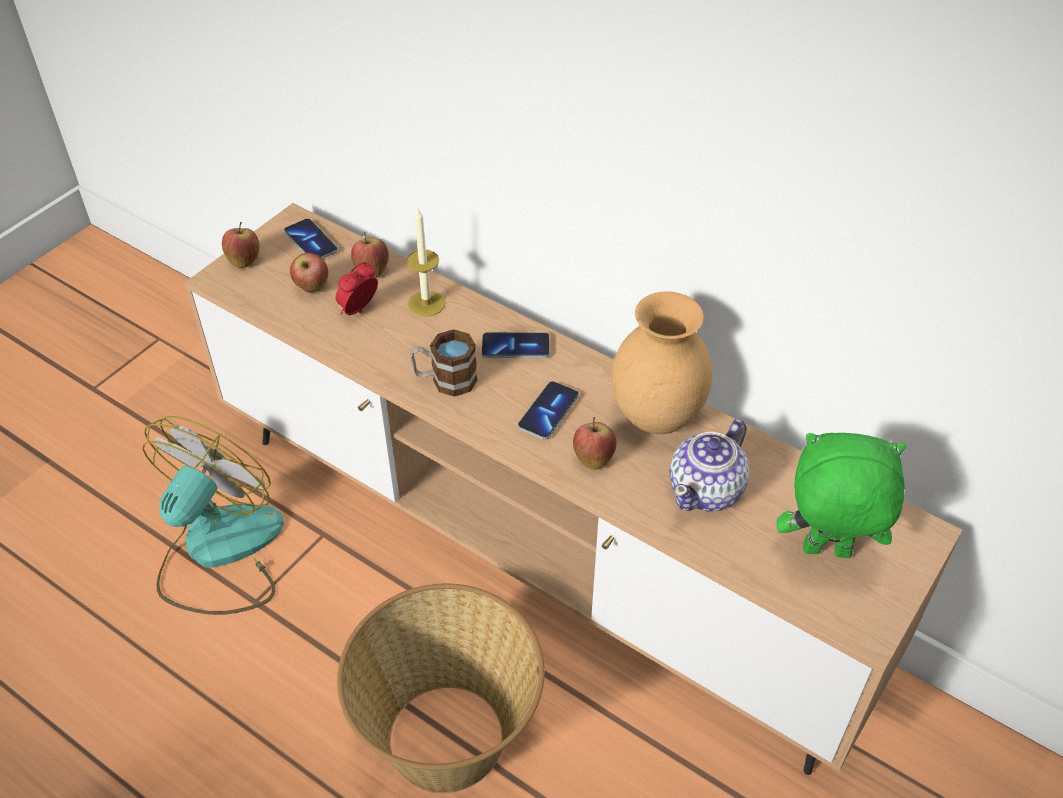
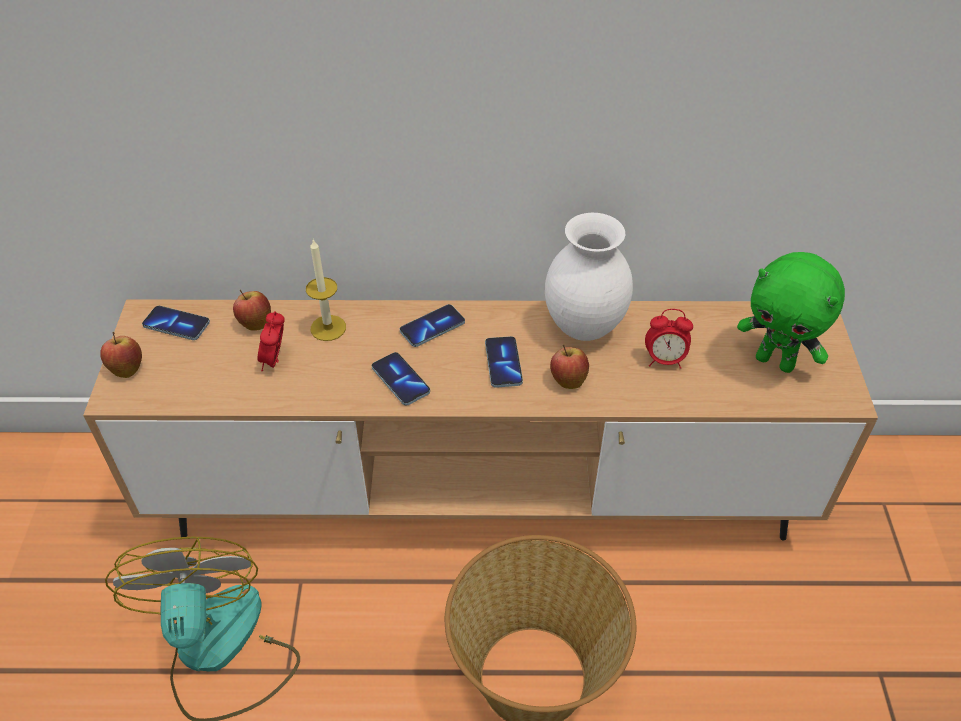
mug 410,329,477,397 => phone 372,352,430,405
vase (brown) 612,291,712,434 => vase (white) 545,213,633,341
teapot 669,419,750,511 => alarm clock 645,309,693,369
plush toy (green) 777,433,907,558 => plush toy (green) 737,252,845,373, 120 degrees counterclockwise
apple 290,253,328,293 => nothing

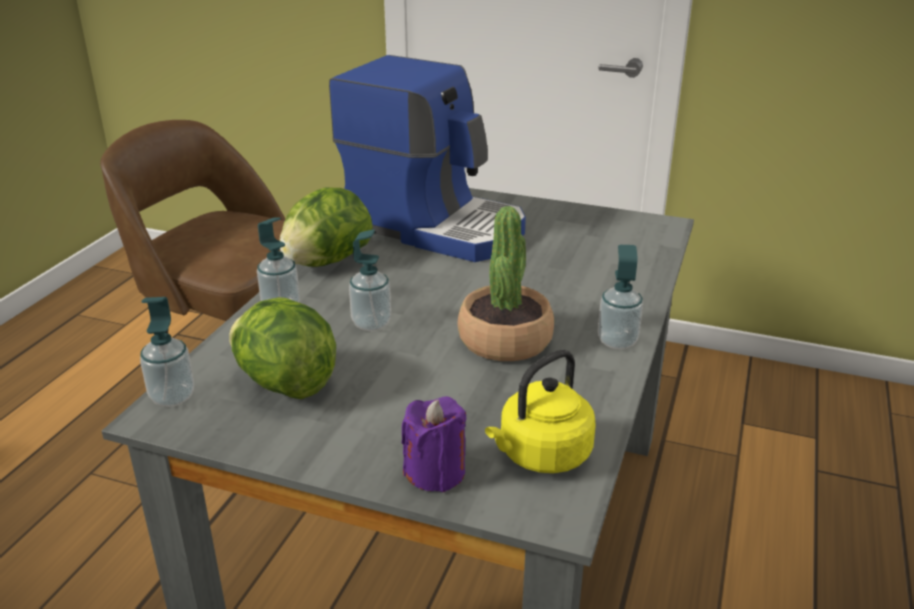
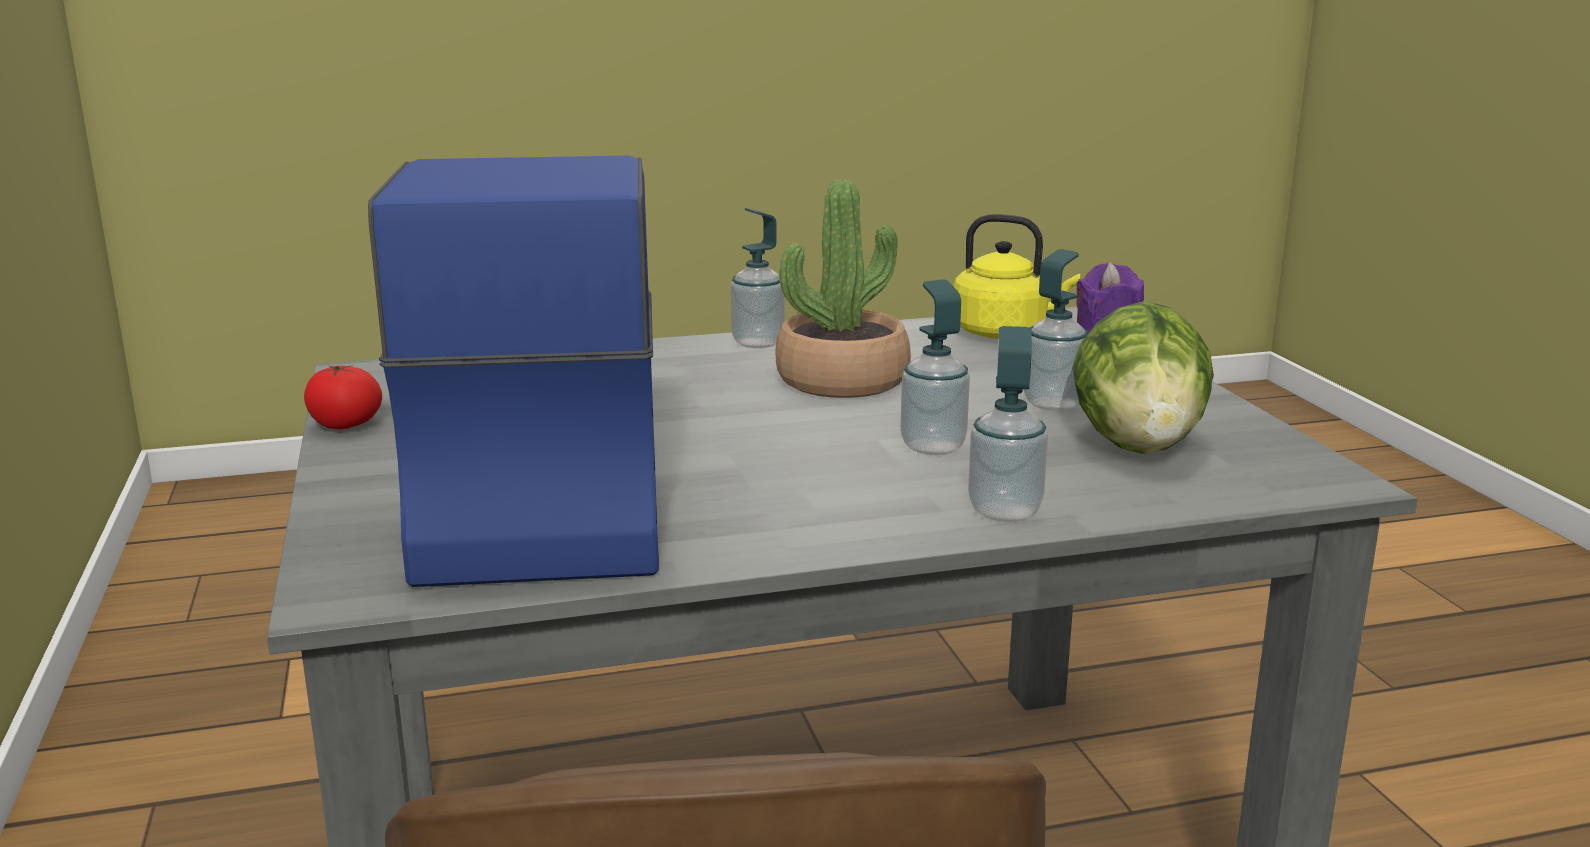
nothing => tomato 304,365,382,429
soap dispenser 140,297,194,407 => soap dispenser 1024,249,1088,411, relocated
lettuce 280,187,373,267 => nothing

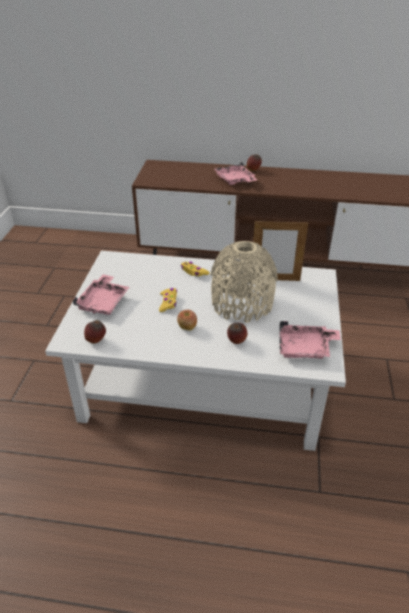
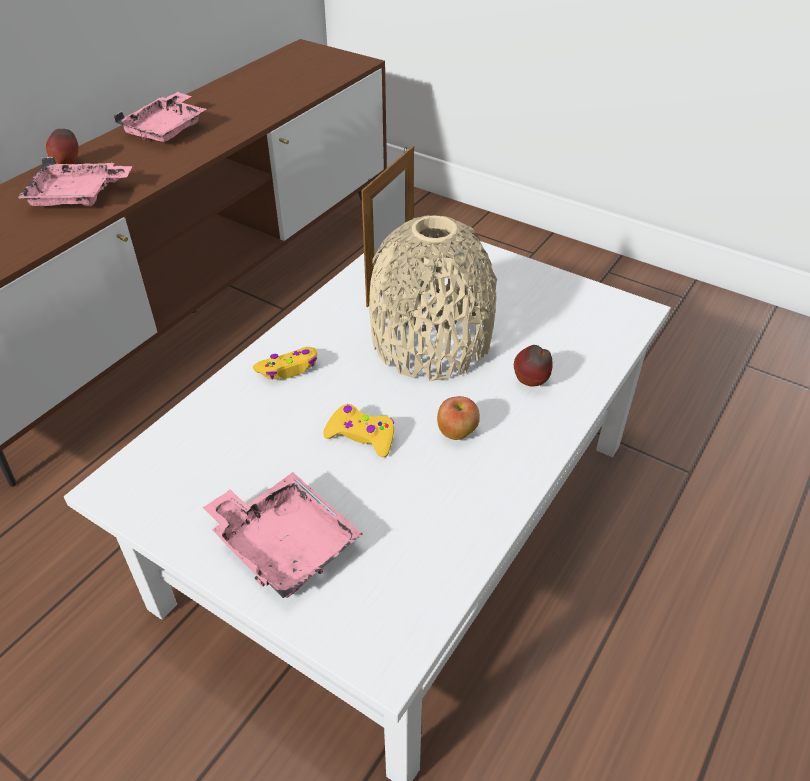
tray (pink) 279,321,341,359 => tray (pink) 114,92,206,142, relocated
apple 84,320,106,343 => nothing

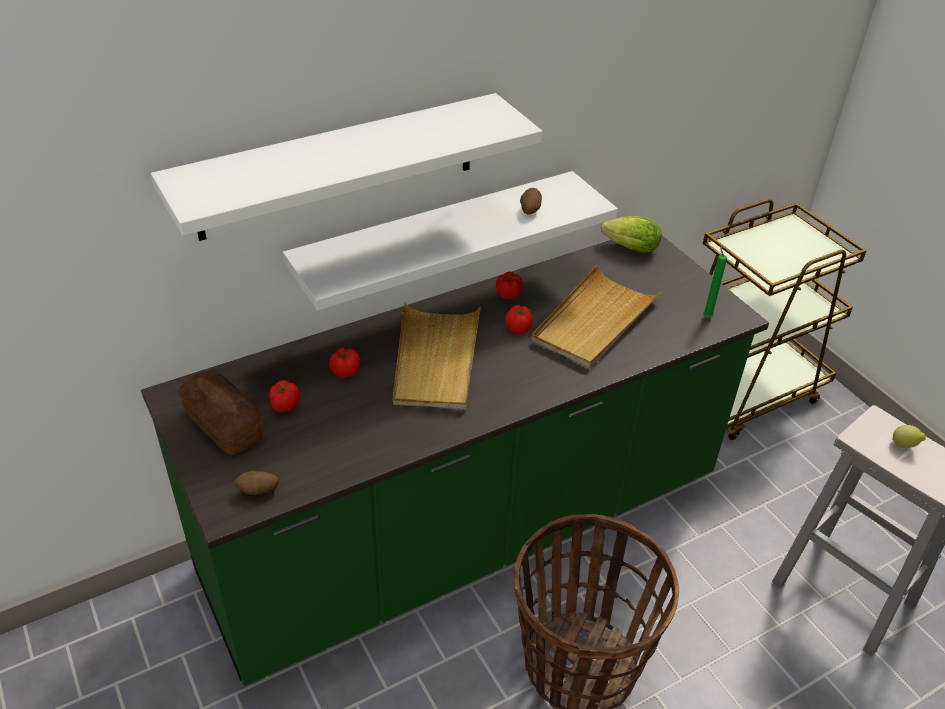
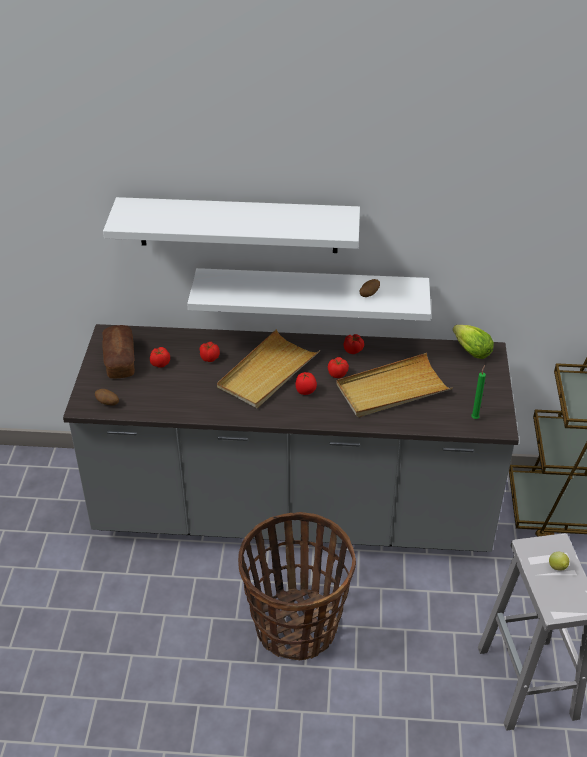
counter (green) 141,235,769,686 => counter (grey) 63,324,519,552
nothing => tomato 295,372,317,395

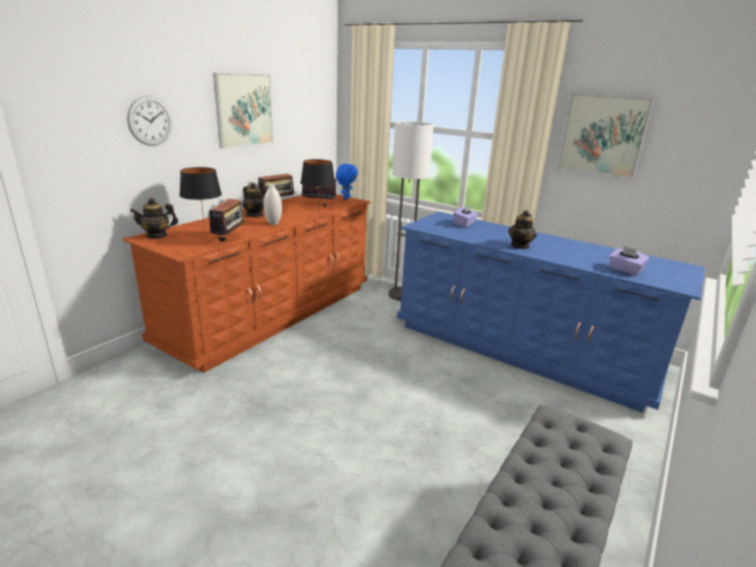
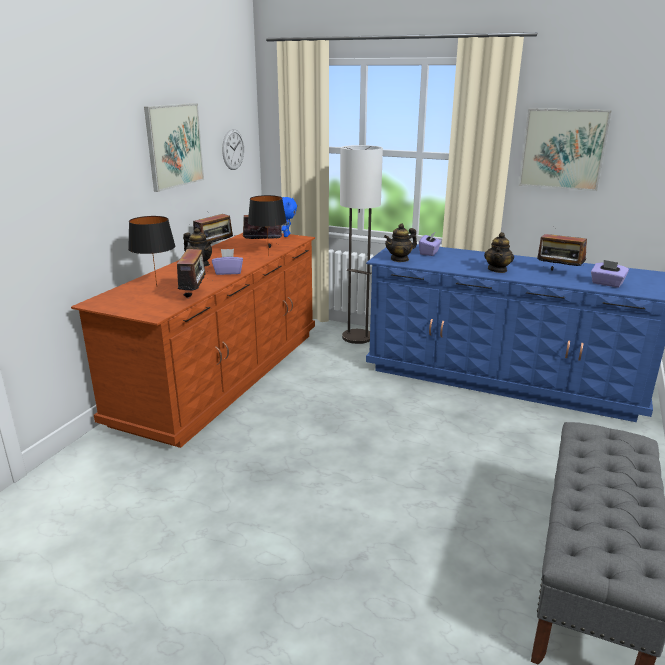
vase (white) 264,184,282,225 => tissue box (purple) 212,249,243,275
wall clock 127,96,172,146 => wall clock 222,129,244,170, relocated
teapot 130,198,178,239 => teapot 384,223,417,262, relocated
nothing => radio 537,234,587,271

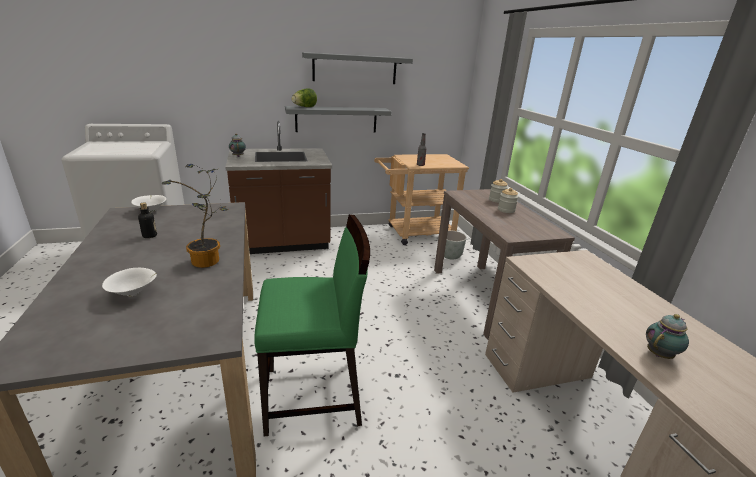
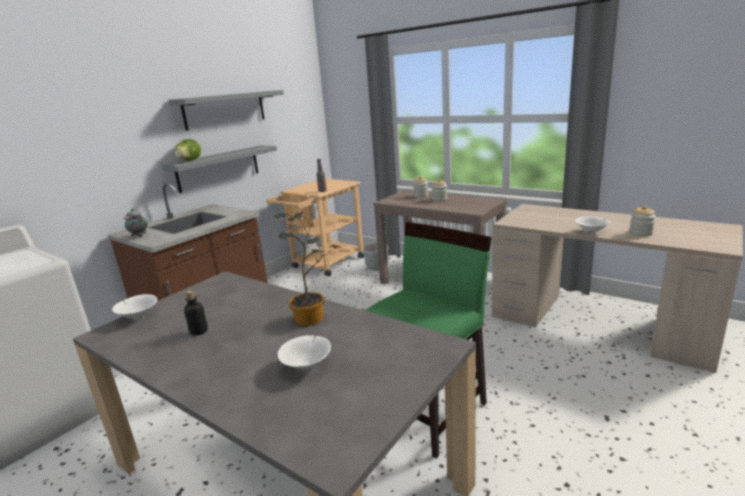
nothing => bowl (white) 575,216,610,234
teapot 646,314,689,359 => jar 629,206,656,236

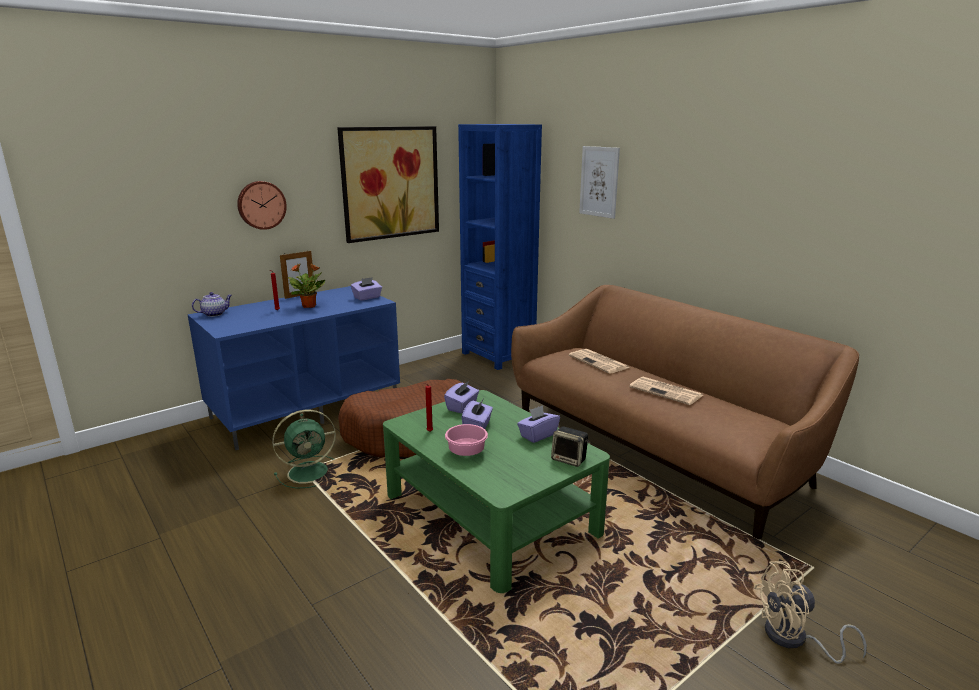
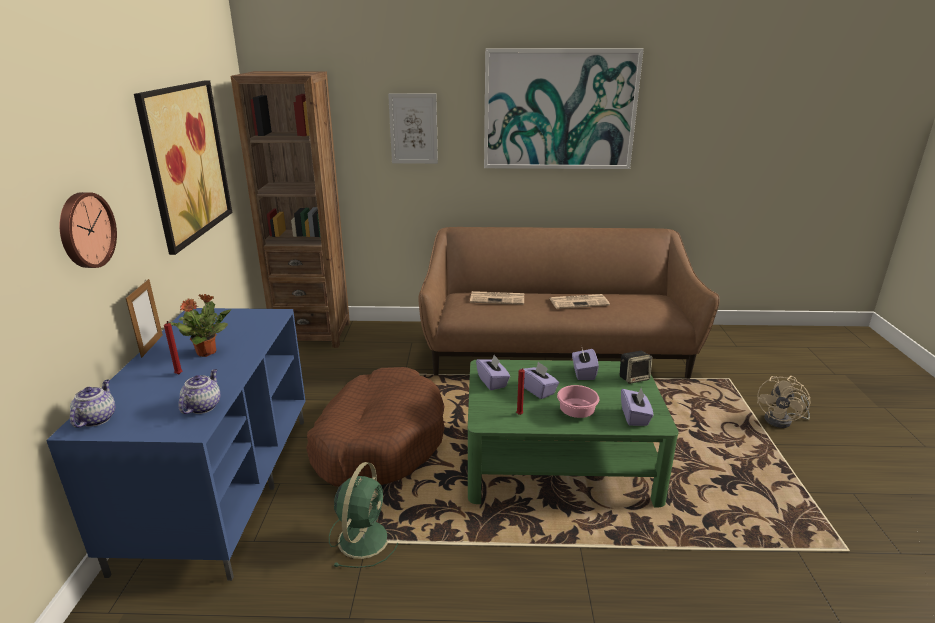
nothing => teapot 178,369,220,414
bookcase (blue) 458,124,542,370 => bookcase (brown) 231,71,350,348
nothing => picture 484,48,644,169
tissue box (purple) 351,277,382,301 => tissue box (purple) 621,387,653,426, relocated

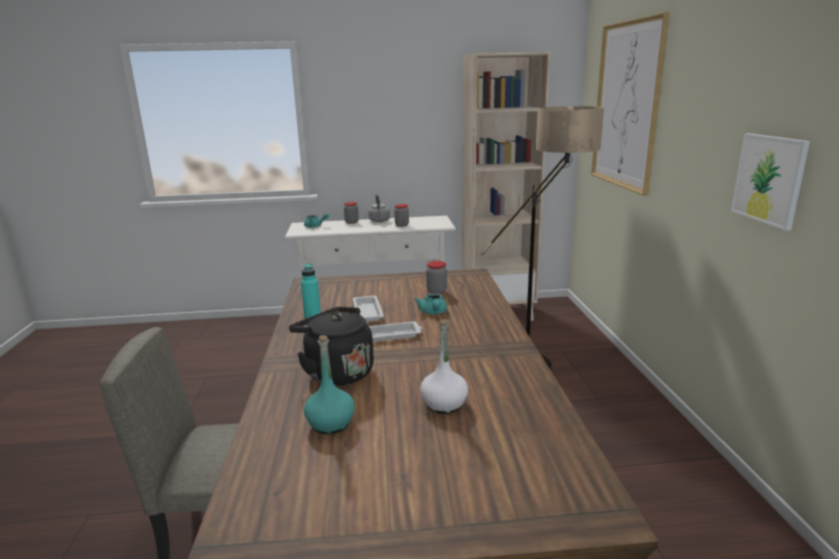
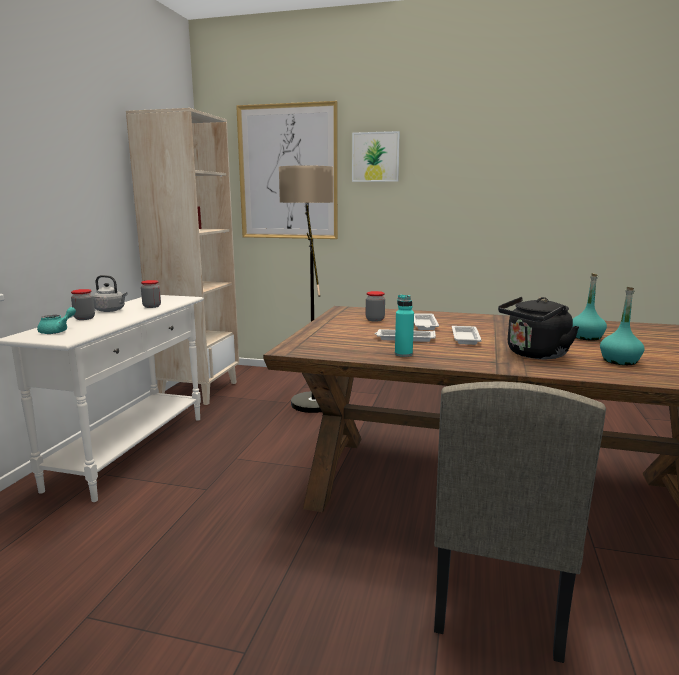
picture 731,133,810,230 => picture 352,131,400,182, relocated
teapot (turquoise) 414,293,447,314 => tray (white) 414,313,439,330
bottle (white) 420,319,468,414 => bottle (turquoise) 572,273,607,341

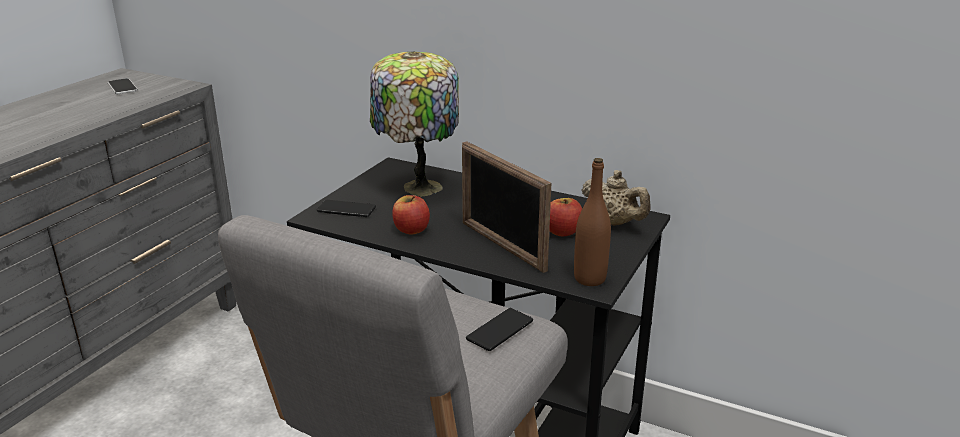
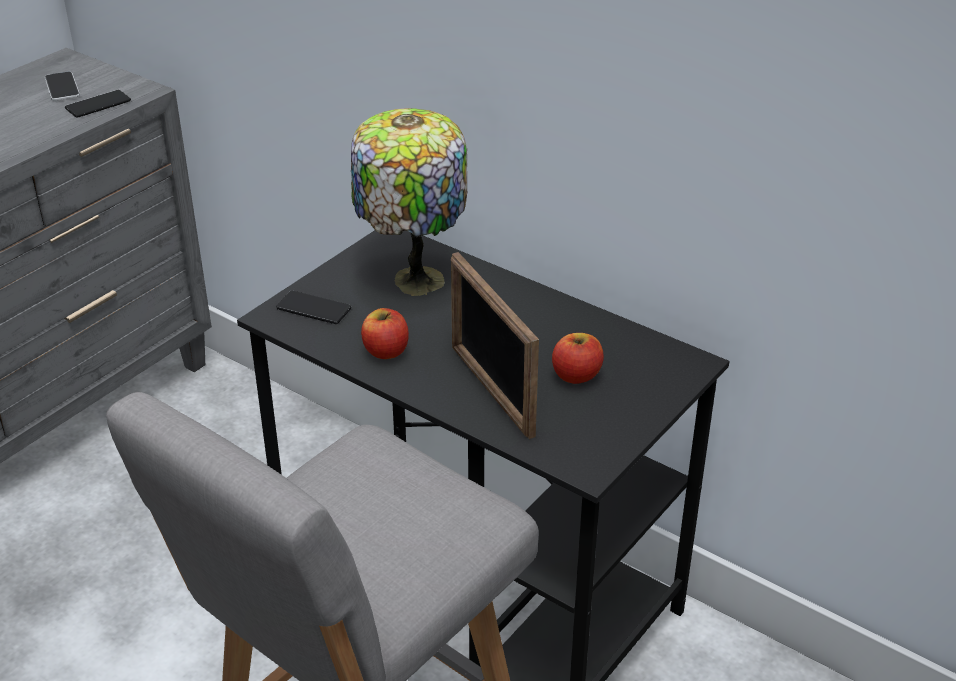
phone 466,308,533,351 => phone 65,90,131,118, relocated
bottle (brown) 574,158,611,286 => nothing
teapot (beige) 581,170,650,226 => nothing

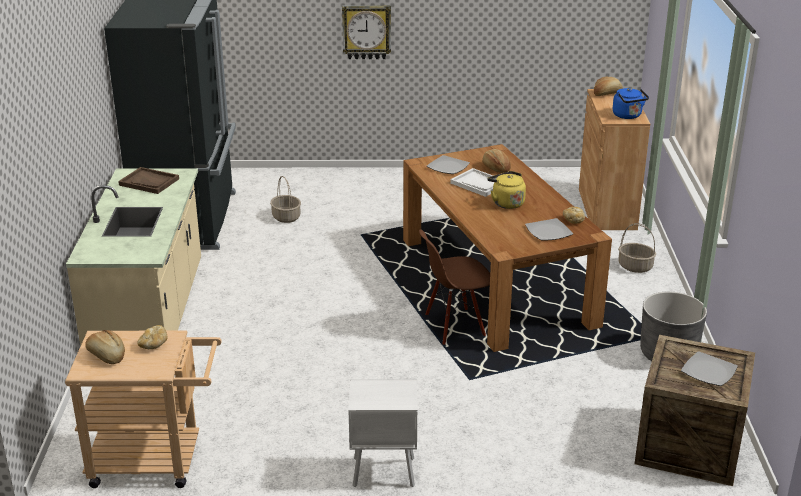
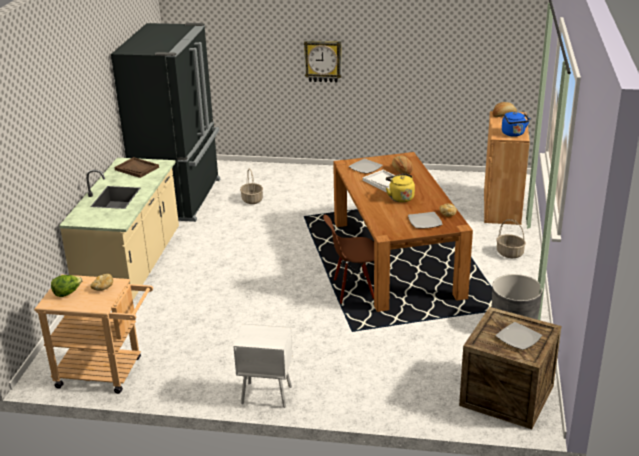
bread 85,330,125,364 => lettuce 51,275,83,297

